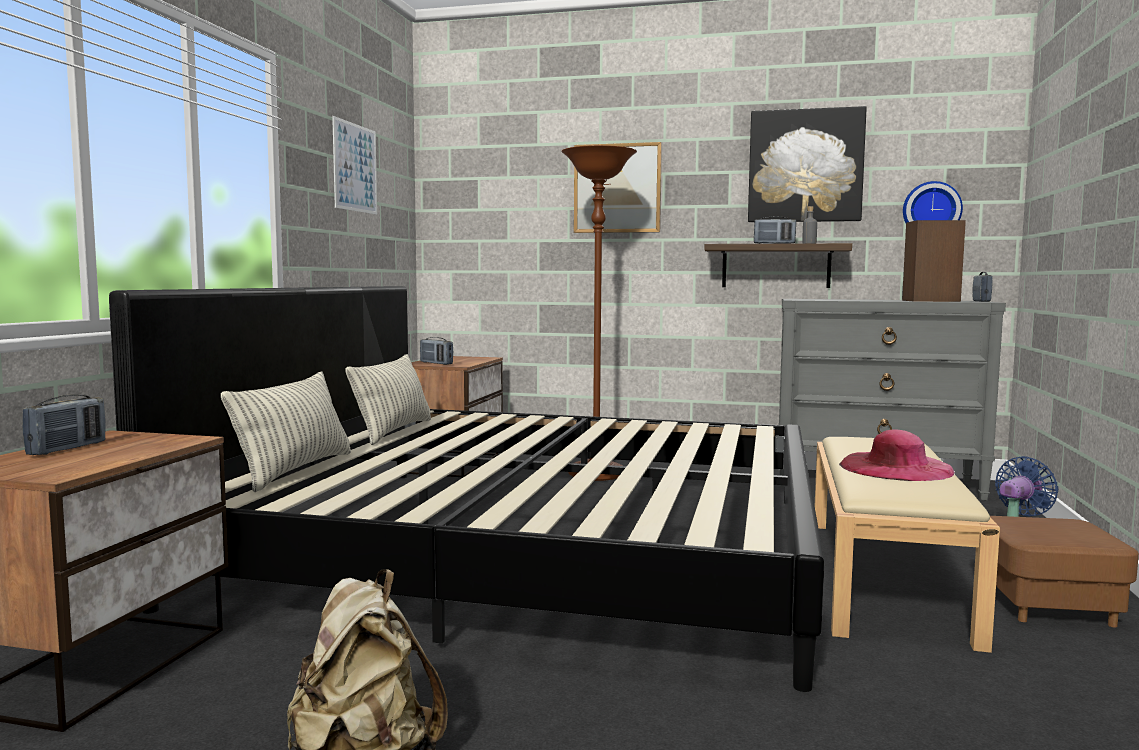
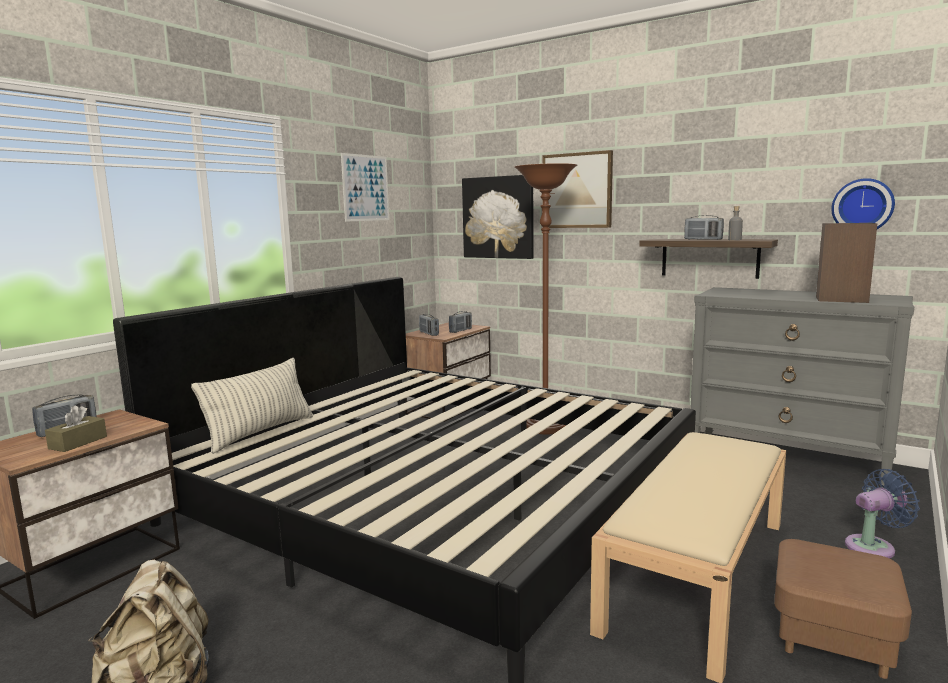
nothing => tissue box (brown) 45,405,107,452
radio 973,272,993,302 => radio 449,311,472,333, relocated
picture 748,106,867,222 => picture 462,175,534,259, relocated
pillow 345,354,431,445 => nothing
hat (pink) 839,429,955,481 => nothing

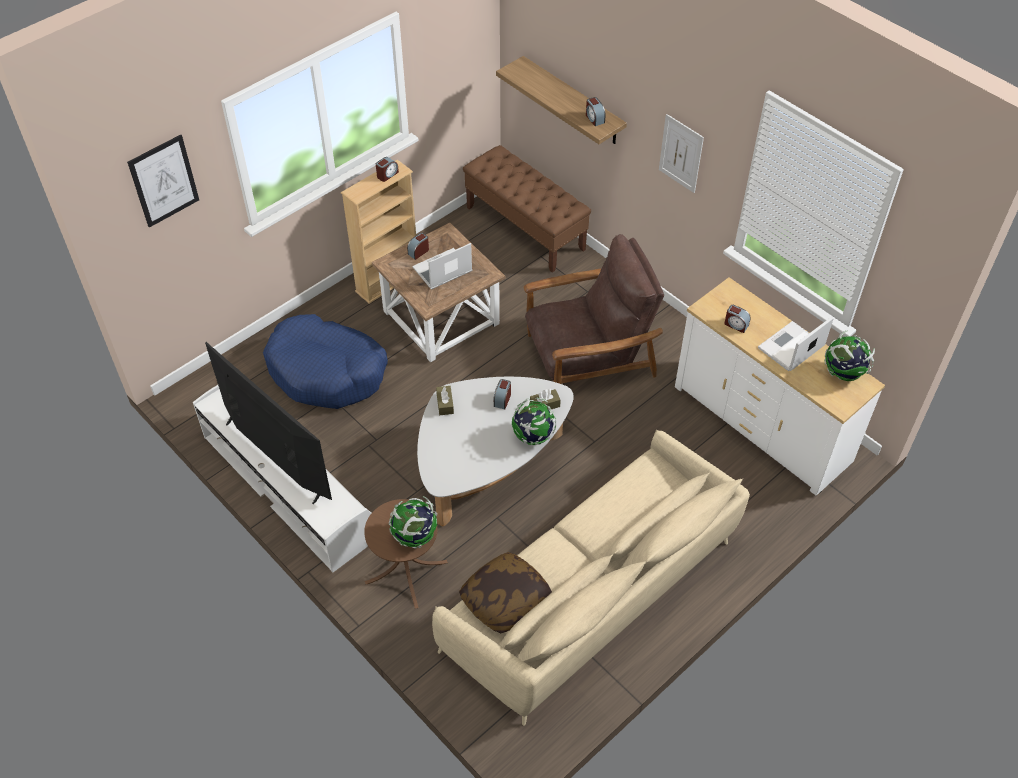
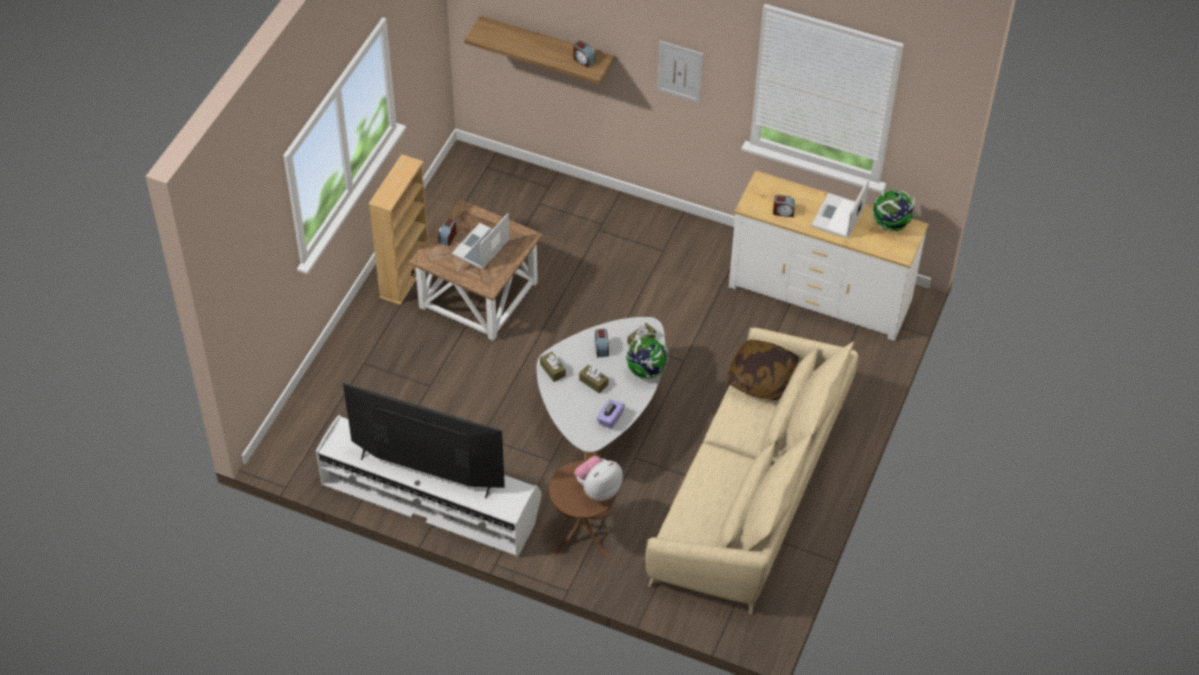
globe 389,496,437,549 => plush toy 575,456,623,501
nothing => tissue box (brown) 579,365,608,393
nothing => tissue box (purple) 596,399,625,429
pillow 459,552,552,633 => pillow 727,340,798,400, relocated
picture 127,134,199,228 => nothing
dog bed (blue) 263,314,388,409 => nothing
alarm clock 376,157,399,182 => nothing
bench (brown) 463,145,591,273 => nothing
armchair (brown) 523,234,664,384 => nothing

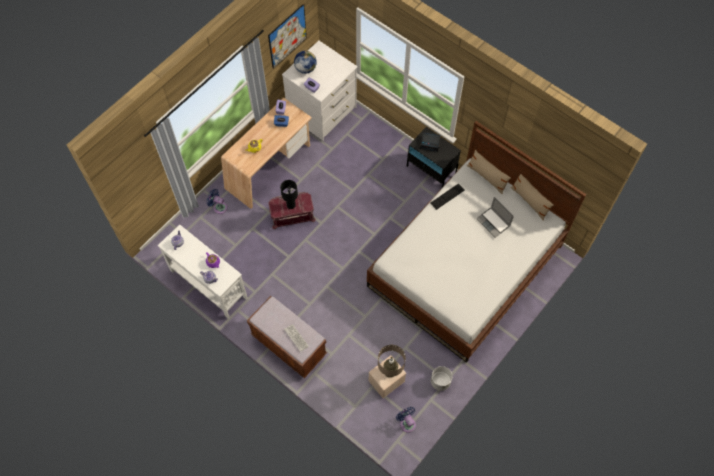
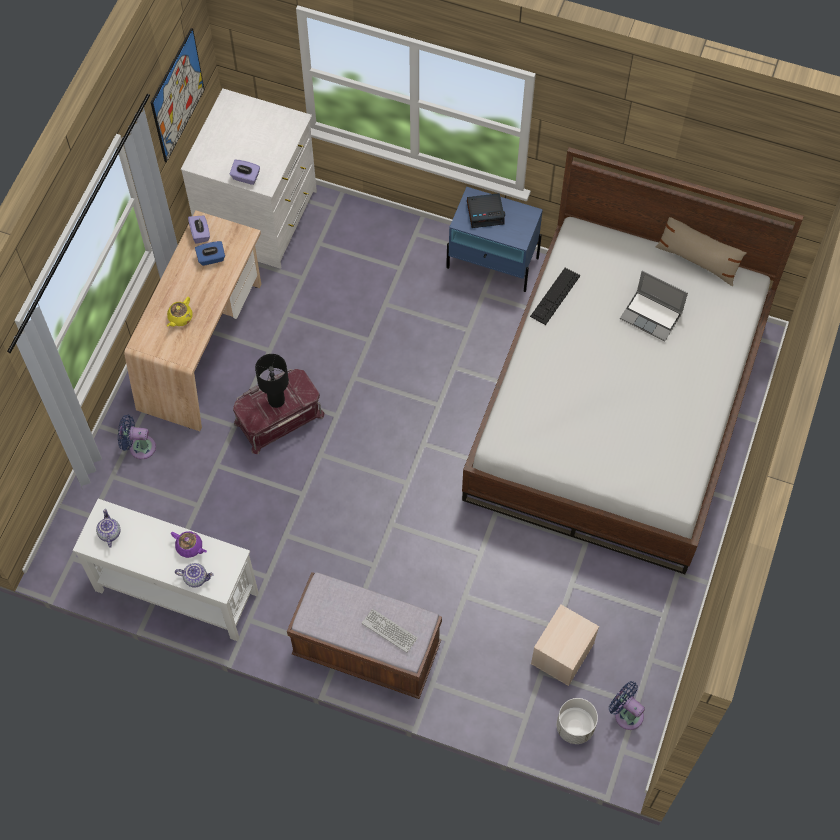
nightstand (black) 407,127,461,187 => nightstand (blue) 446,187,543,292
planter (white) 431,366,453,391 => planter (white) 557,698,598,744, relocated
globe 294,51,317,74 => nothing
table lamp (beige) 378,345,406,377 => nothing
pillow (beige) 467,150,511,195 => nothing

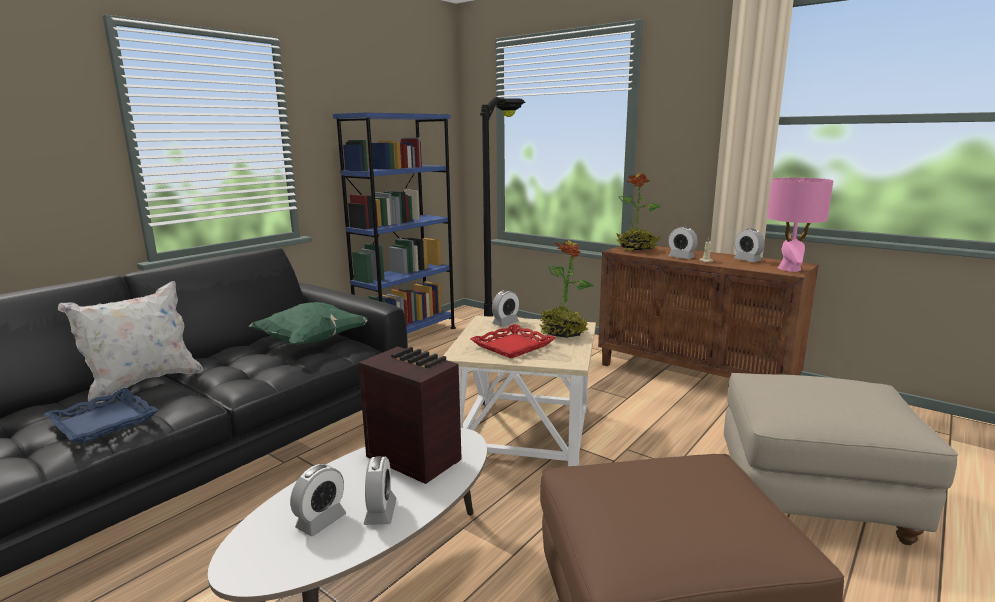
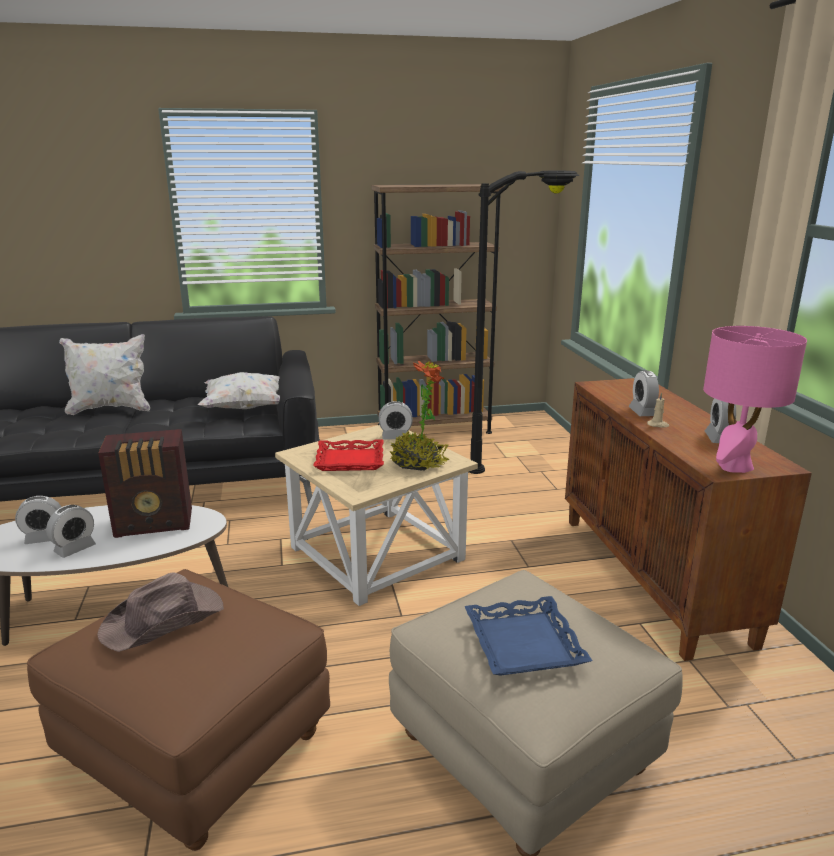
nothing => hat (brown) 97,572,224,652
radio 358,347,462,484 => radio 98,429,192,538, 90 degrees clockwise
pillow (green) 248,302,368,346 => pillow (white) 198,372,280,409
bookcase (blue) 333,112,456,334 => bookcase (brown) 372,184,504,434
tray (blue) 44,388,158,444 => tray (blue) 465,596,592,676, relocated
potted plant 616,173,661,251 => nothing

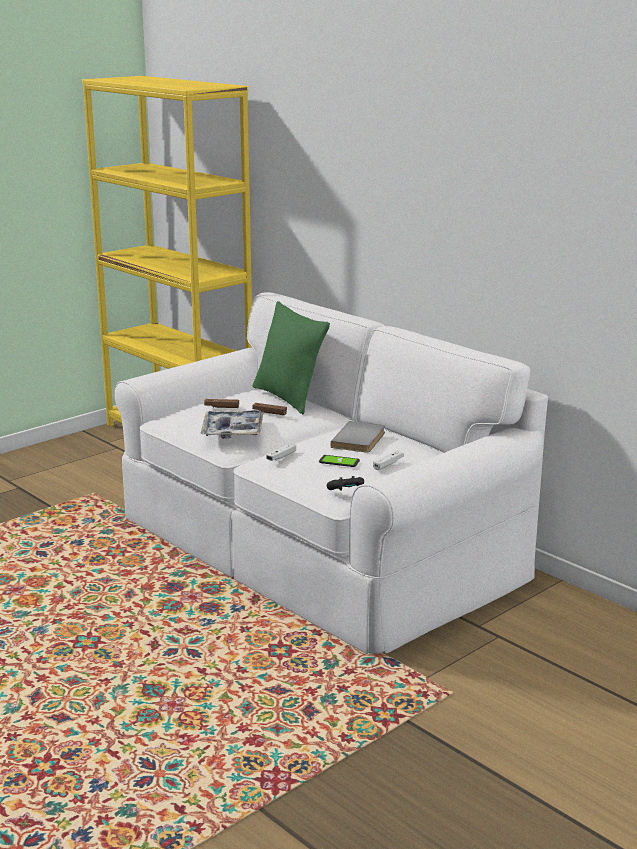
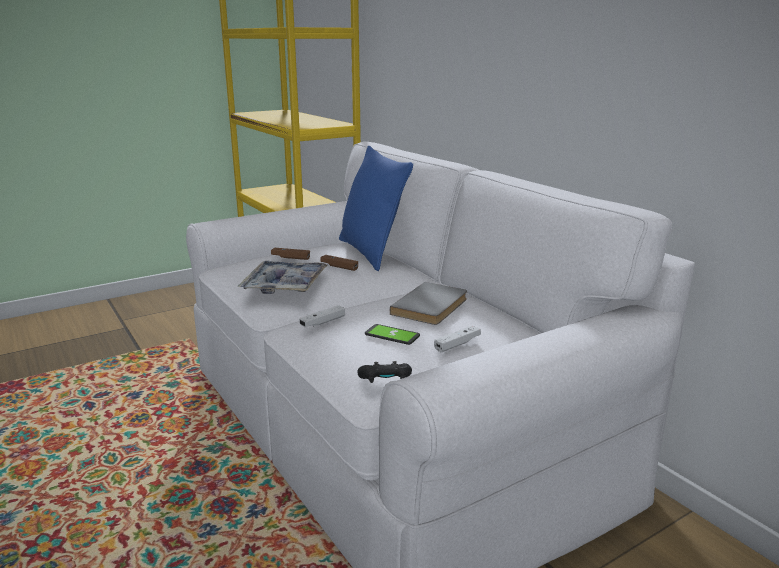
pillow (green) 252,301,330,414 => pillow (blue) 339,146,413,271

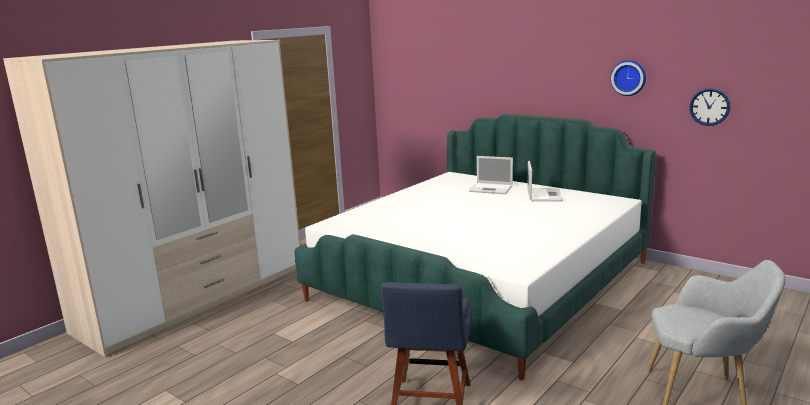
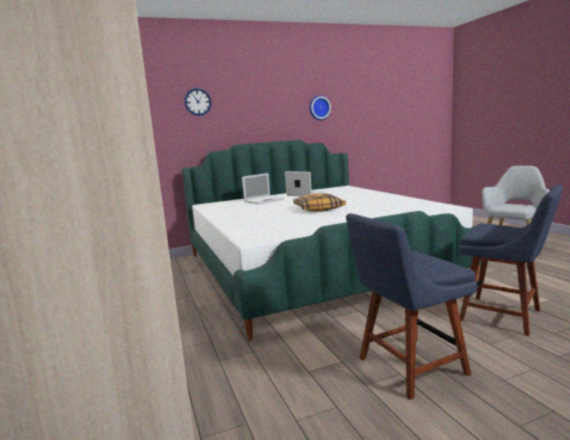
wall clock 689,88,730,126 => wall clock 185,88,211,116, relocated
nothing => pillow 293,193,346,212
nothing => chair (blue) 346,214,477,400

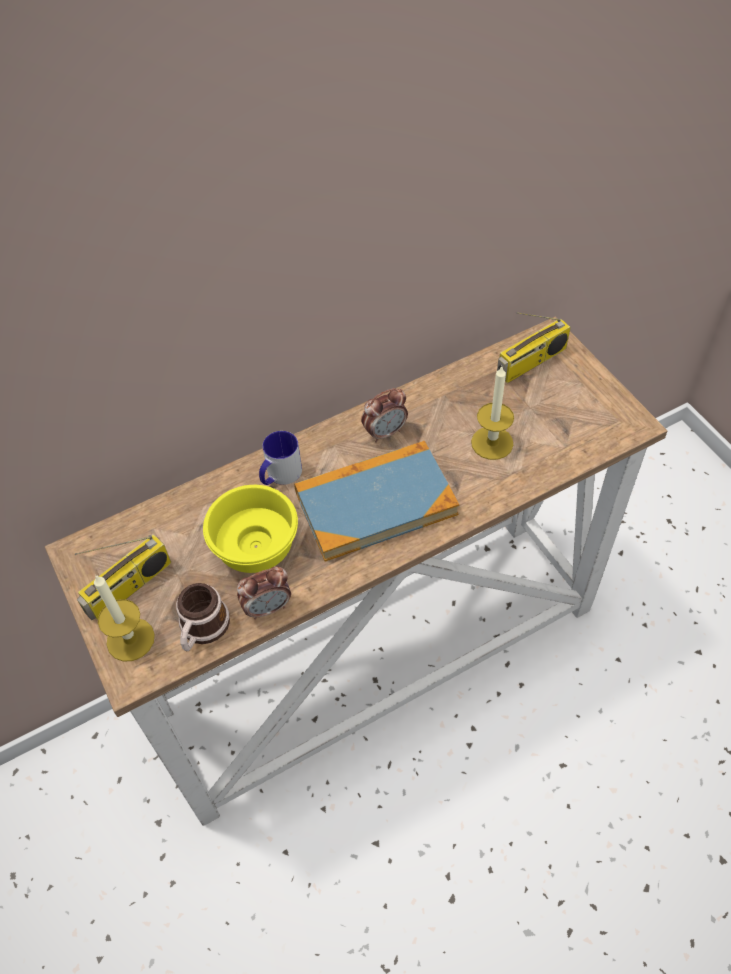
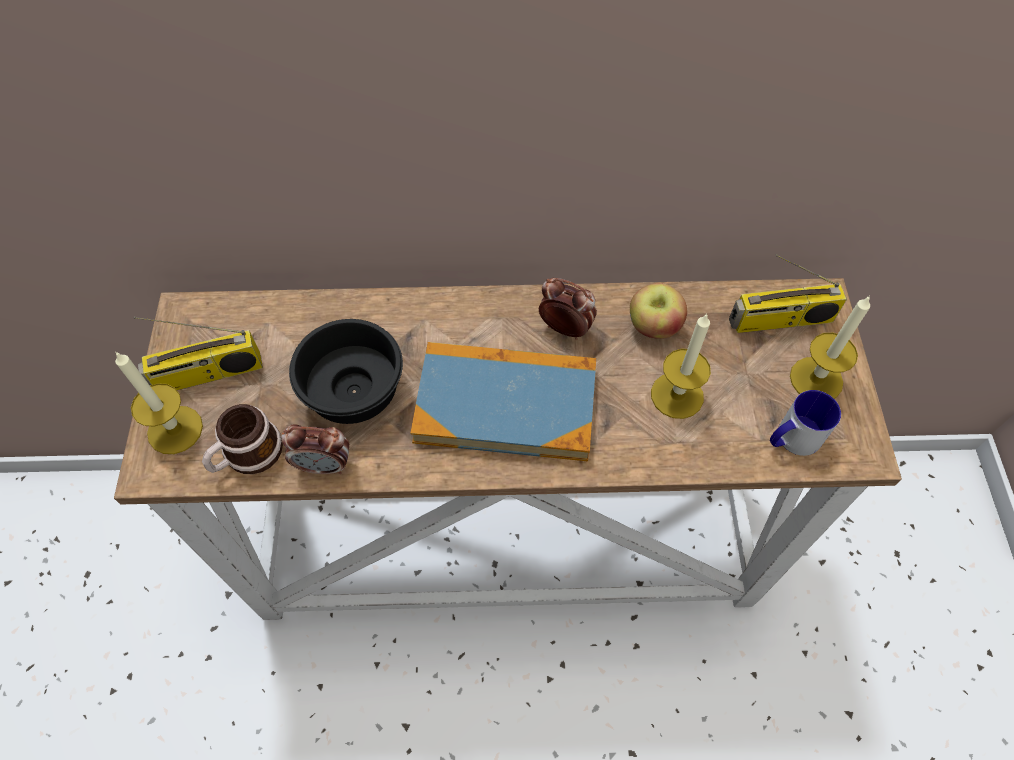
bowl (yellow) 203,485,298,573 => bowl (black) 289,319,403,424
alarm clock 361,388,408,443 => alarm clock 539,278,597,340, 150 degrees counterclockwise
nothing => apple 630,283,687,339
mug 259,431,302,485 => mug 770,390,841,456, relocated
nothing => candle 790,295,870,399

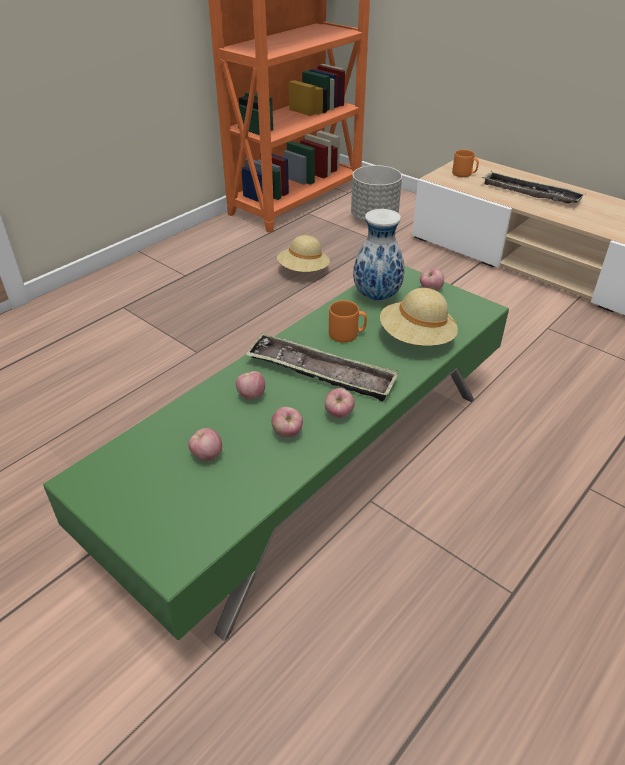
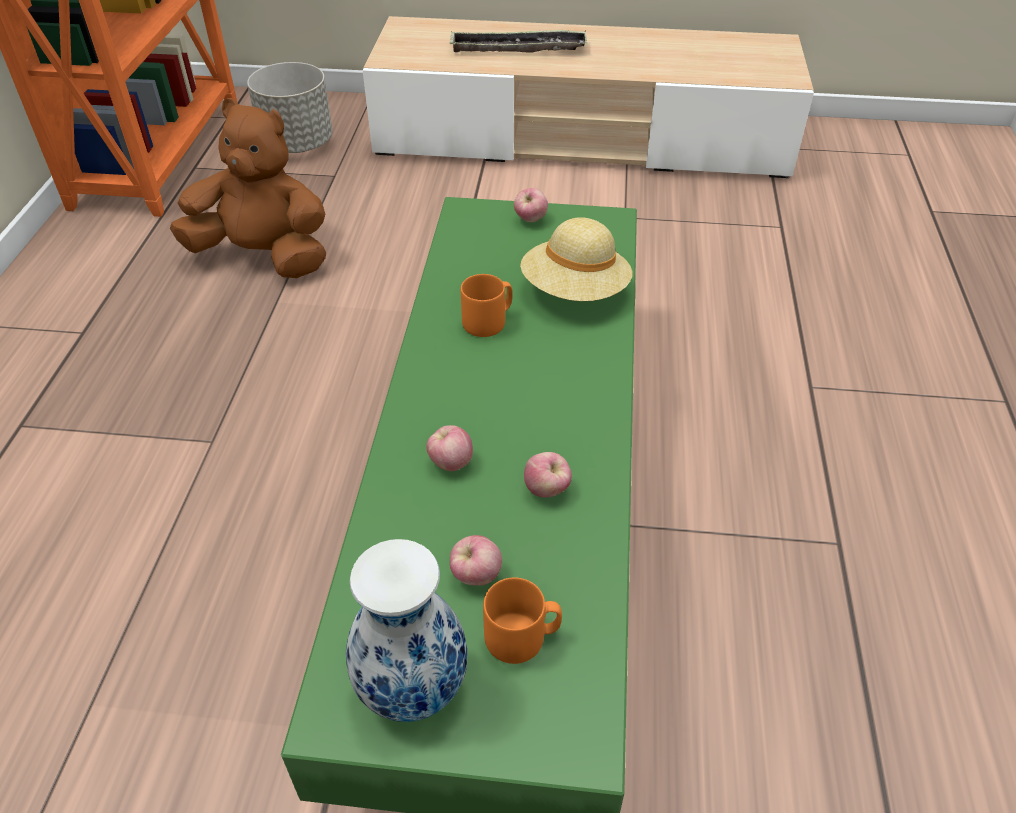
hat (beige) 277,235,330,272 => plush toy (brown) 170,98,326,278
vase 353,209,405,301 => vase 346,539,467,722, relocated
mug (orange) 452,150,479,177 => mug (orange) 483,578,562,664, relocated
tray 245,334,399,401 => nothing
apple 325,388,355,418 => nothing

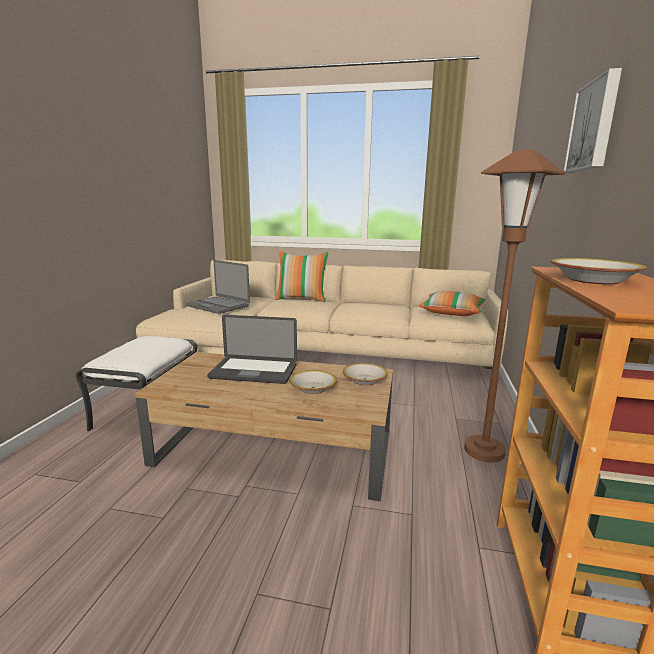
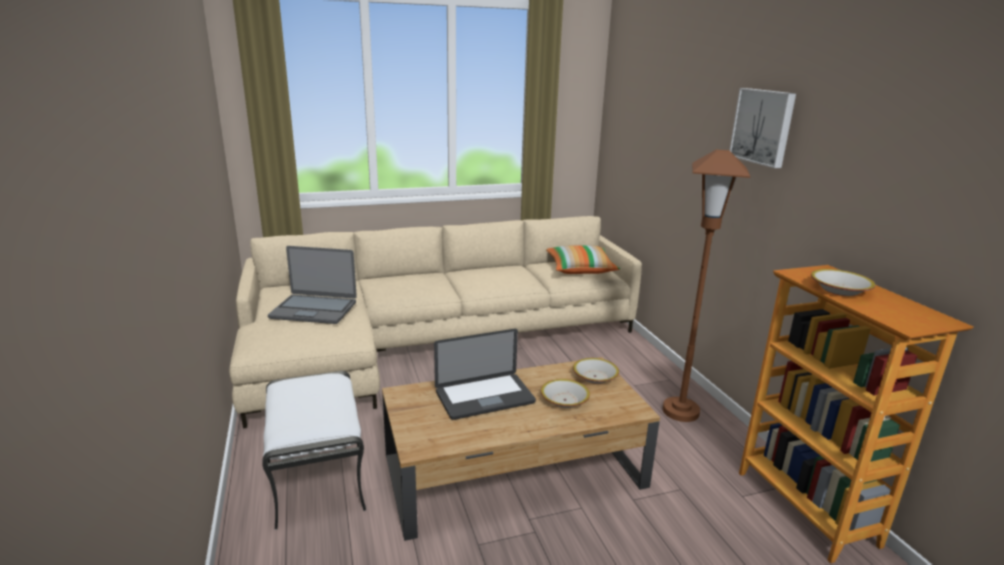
pillow 275,251,329,302 => nothing

